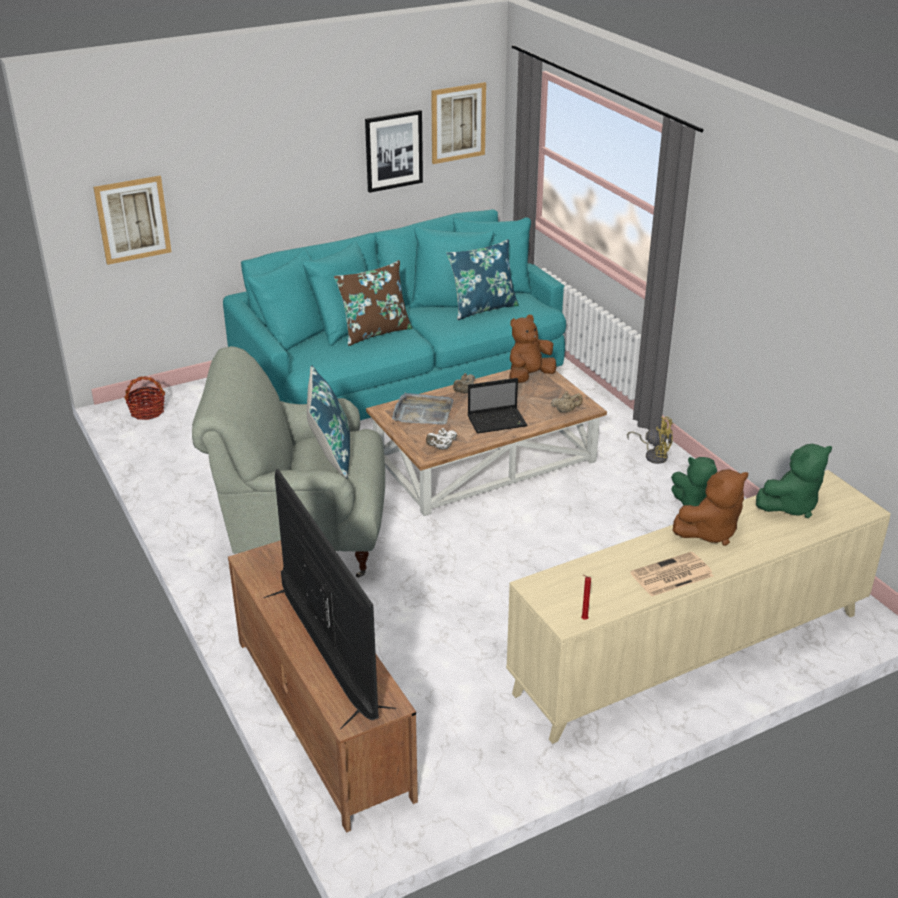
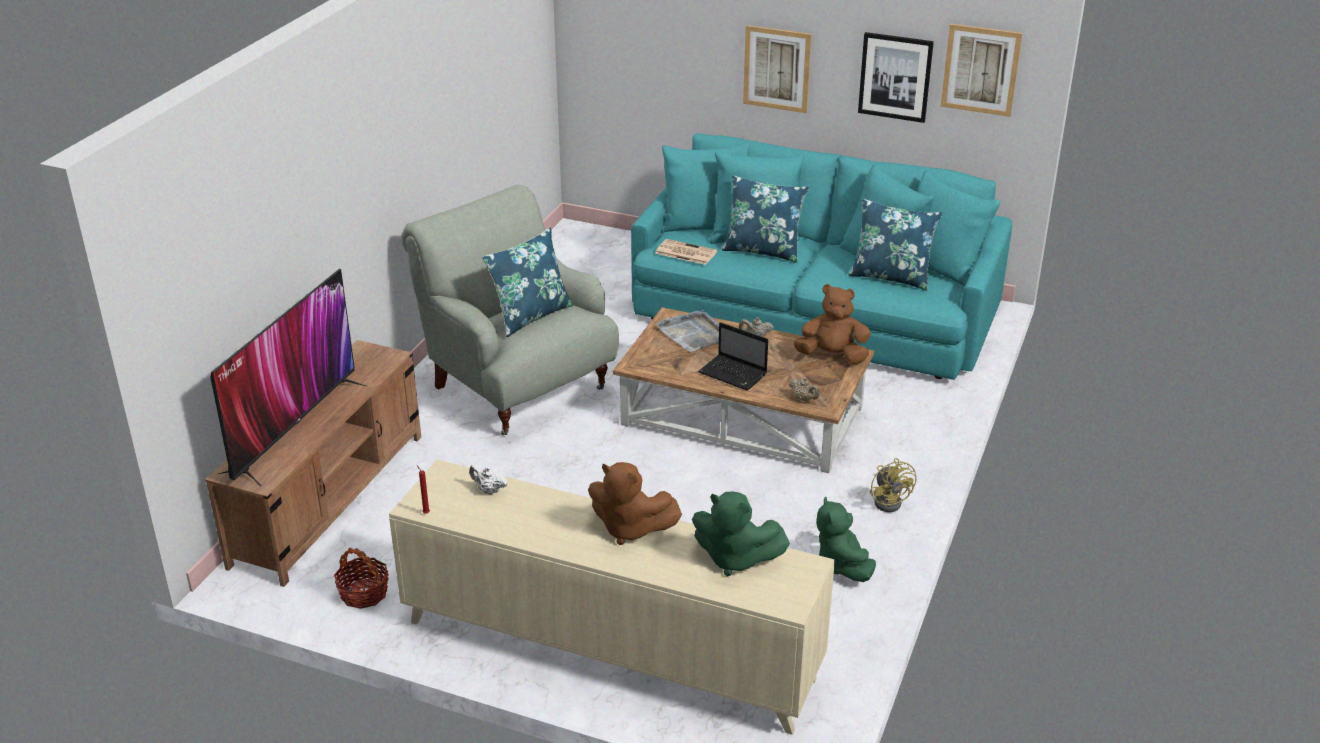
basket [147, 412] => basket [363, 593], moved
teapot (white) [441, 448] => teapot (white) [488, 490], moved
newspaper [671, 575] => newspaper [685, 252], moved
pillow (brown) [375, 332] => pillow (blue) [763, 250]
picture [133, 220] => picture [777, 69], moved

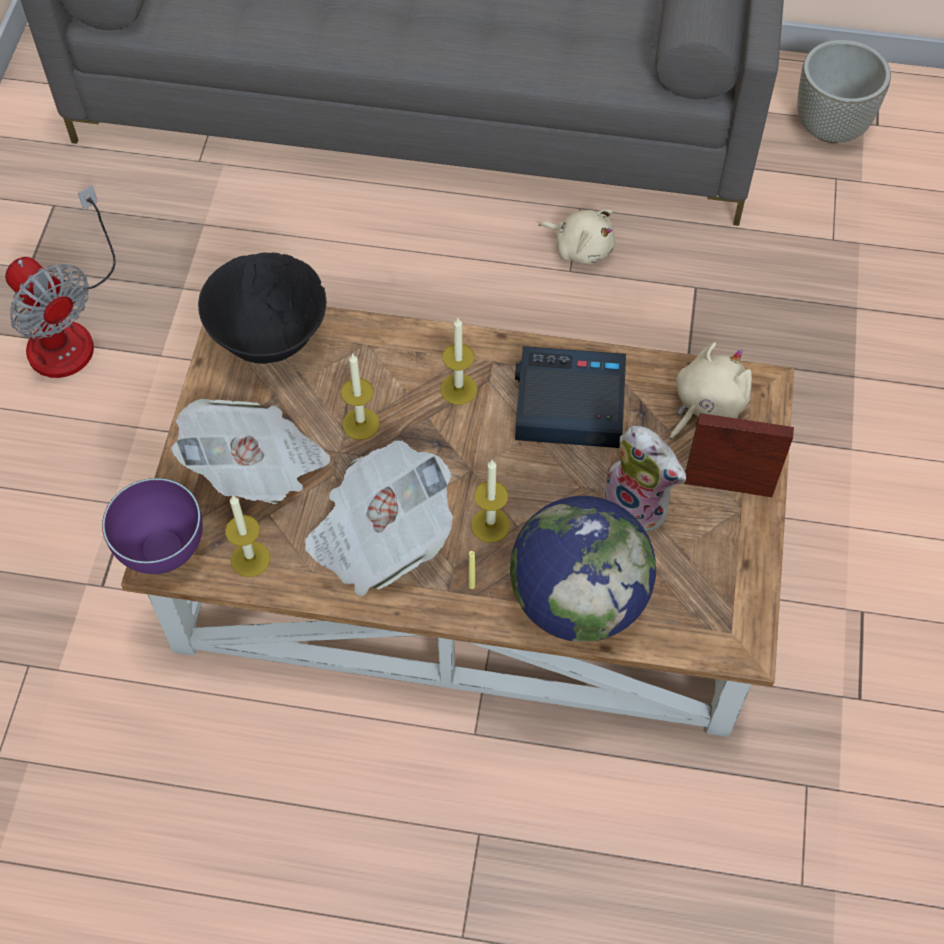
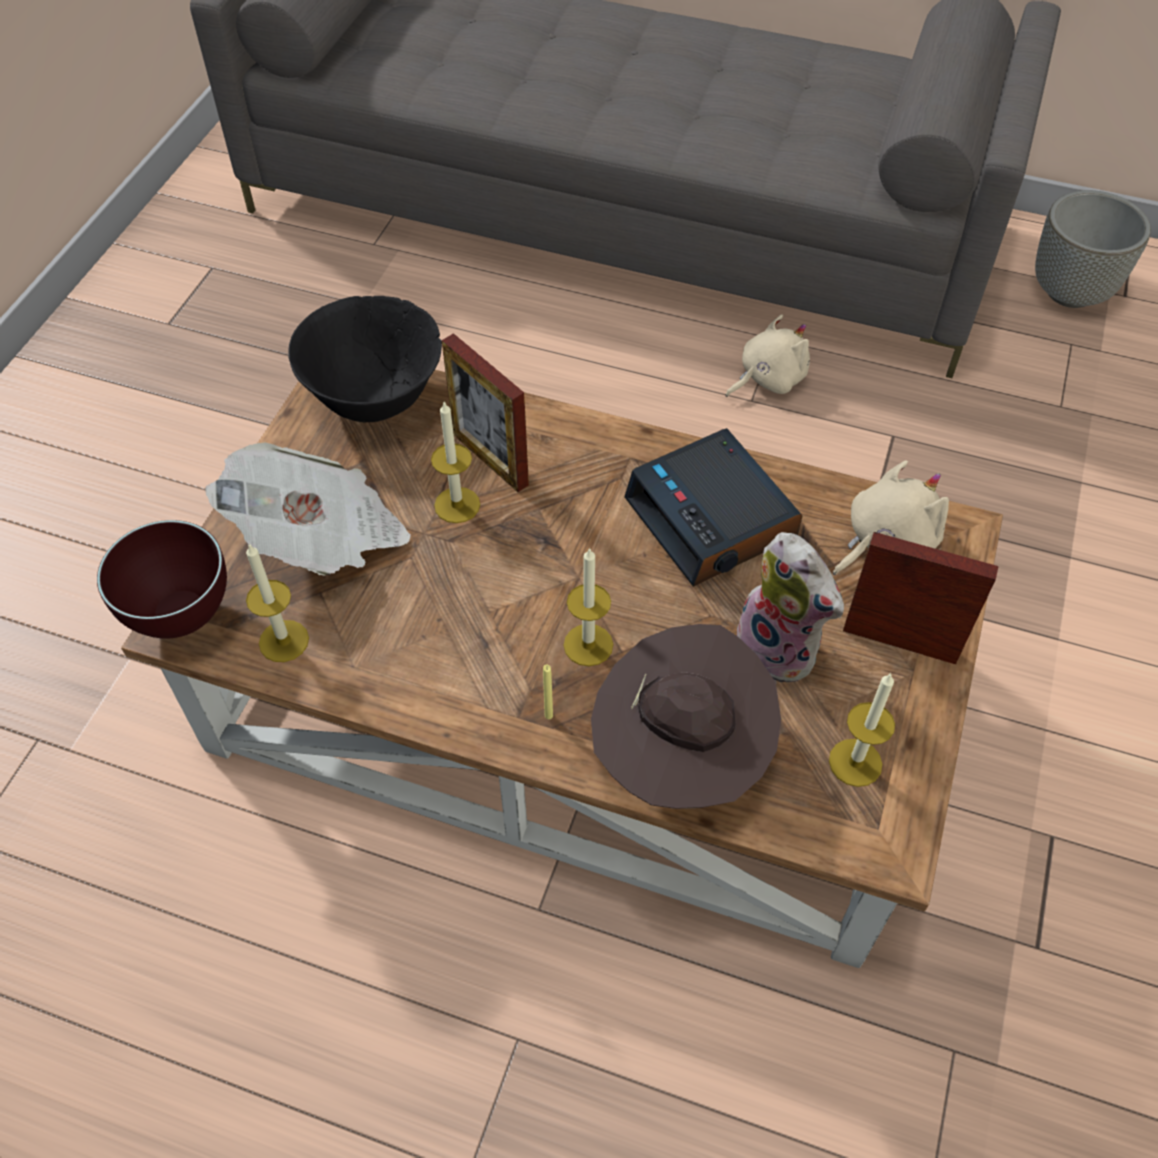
bowl (purple) [161, 553] => bowl (brown) [180, 617]
nothing => picture frame [490, 459]
globe [578, 600] => hat (brown) [681, 754]
alarm clock [568, 406] => alarm clock [712, 519], 135 degrees counterclockwise
plush toy (beige) [581, 247] => plush toy (beige) [768, 378], 75 degrees counterclockwise
candle [458, 389] => candle [855, 762], moved
fan [68, 329] => nothing
newspaper [380, 537] => nothing

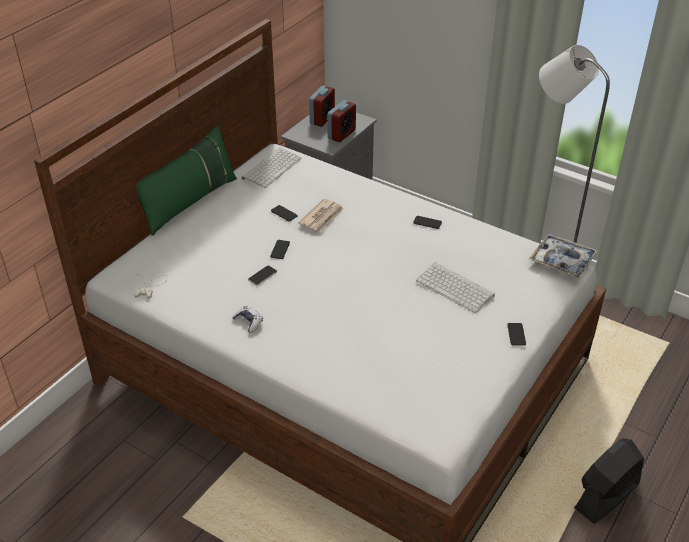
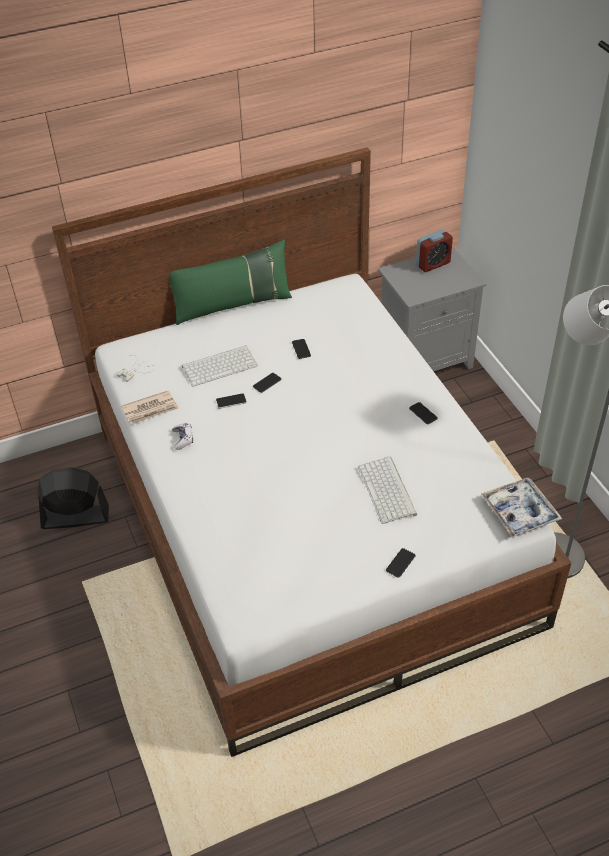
fan (black) [606, 496] => fan (black) [75, 517], moved
newspaper [322, 217] => newspaper [150, 409], moved
keyboard [271, 167] => keyboard [220, 365], moved
alarm clock [341, 134] => nothing

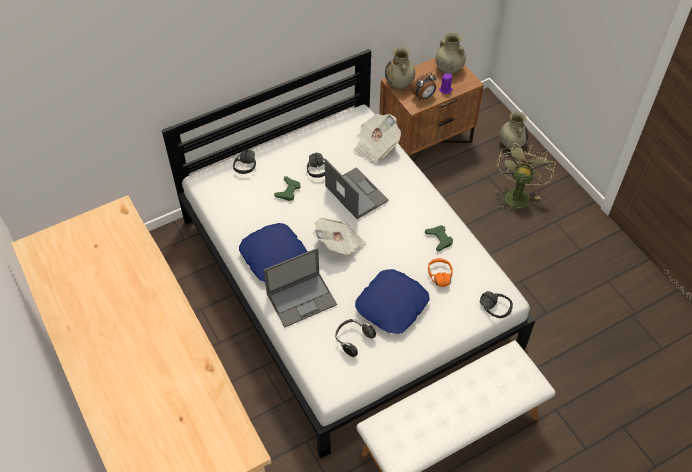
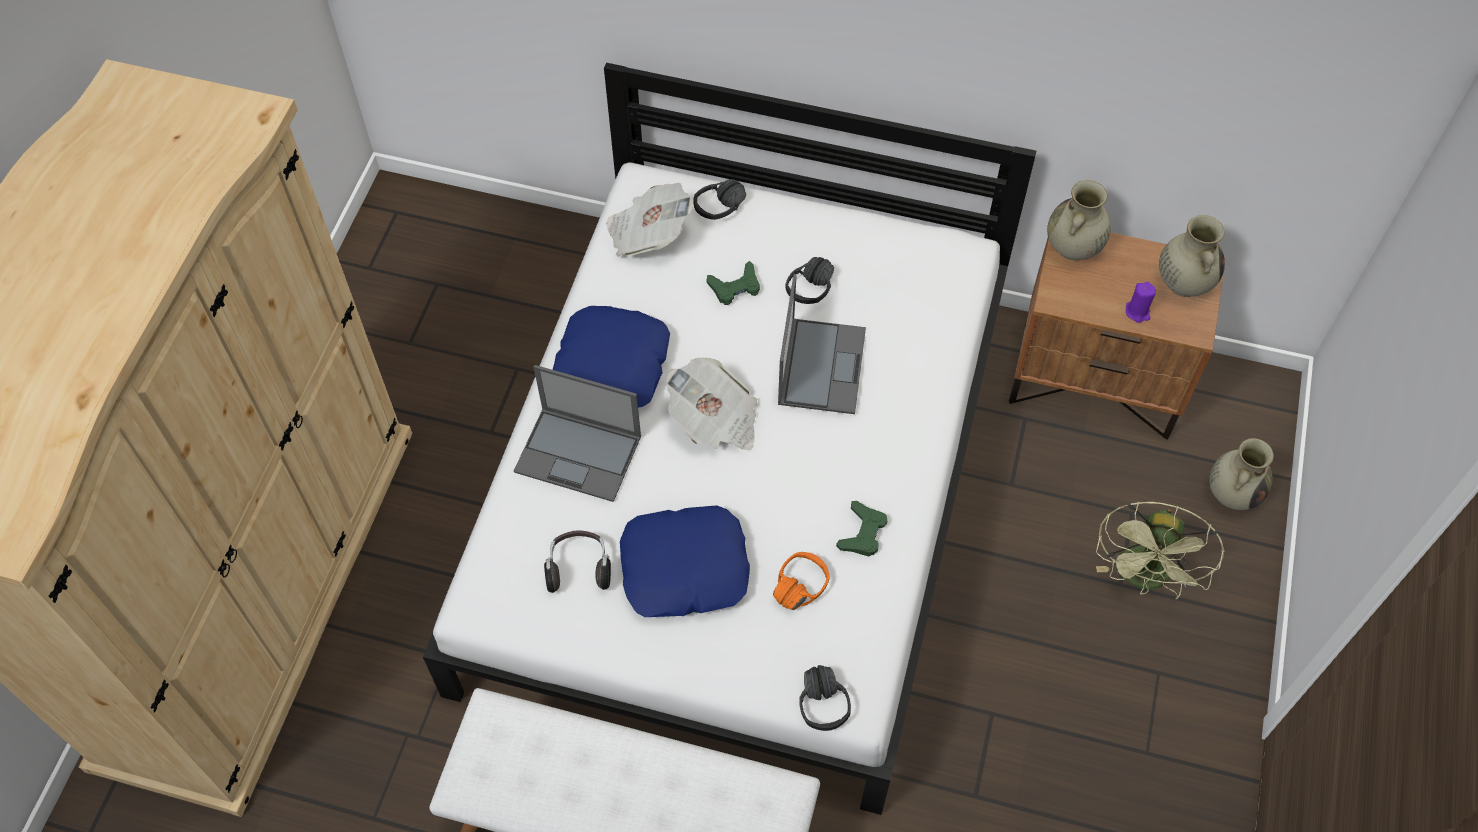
newspaper [375, 146] => newspaper [648, 234], moved
fan (green) [516, 194] => fan (green) [1144, 578], 135 degrees clockwise
alarm clock [424, 97] => nothing

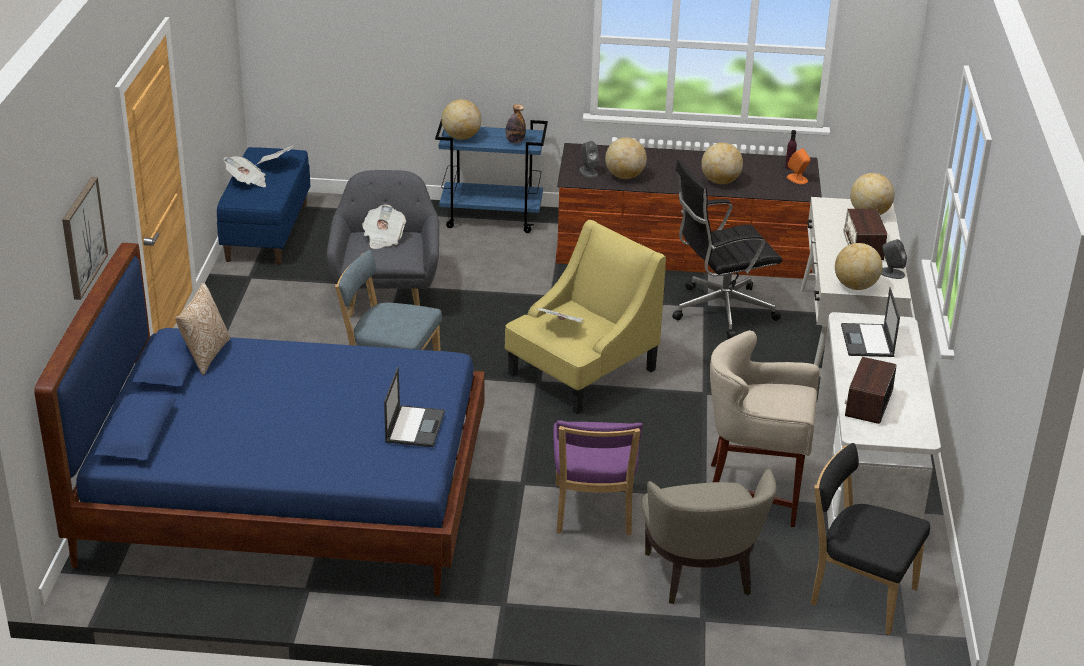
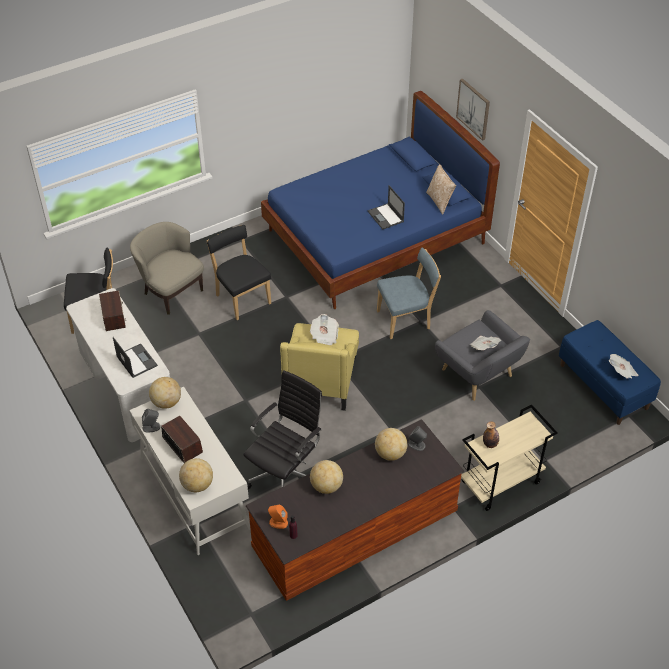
chair (purple) [593, 513] => chair (black) [241, 298]
laptop [415, 426] => laptop [386, 217], moved
cart (blue) [492, 218] => cart (beige) [500, 483]
newspaper [247, 182] => nothing
globe [461, 137] => nothing
stool (beige) [754, 493] => nothing

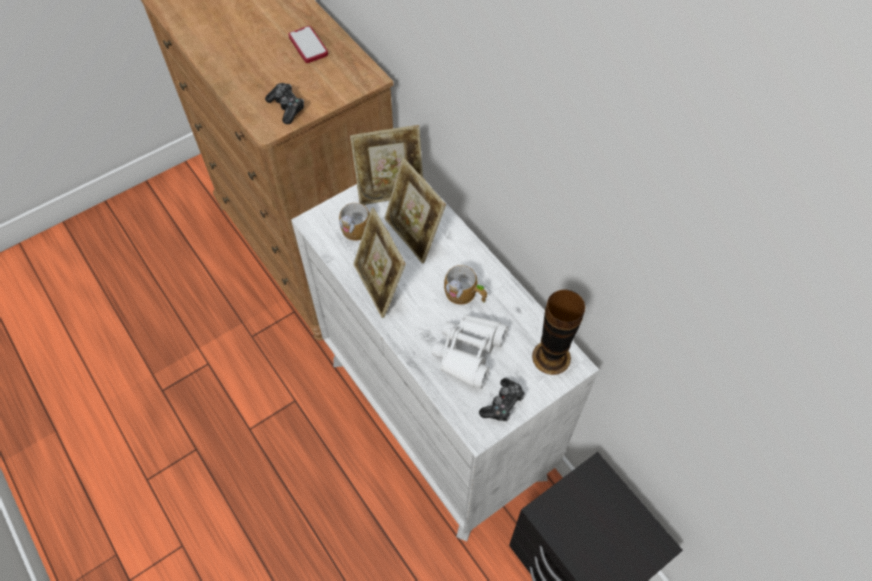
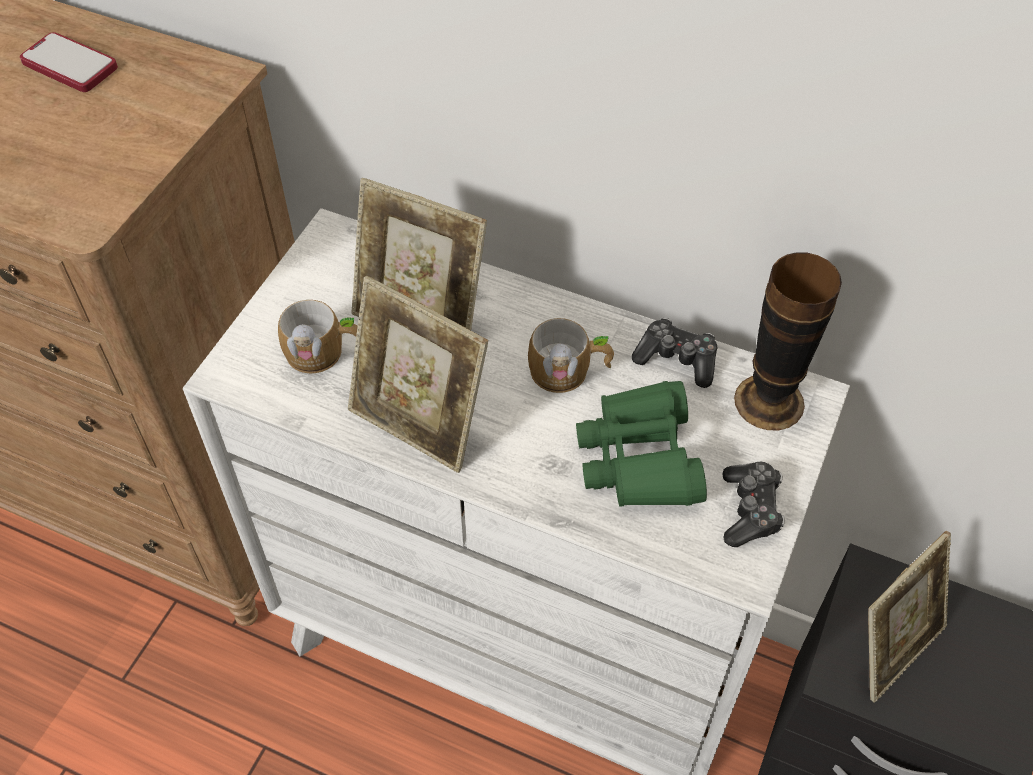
binoculars (white) [468, 353] => binoculars (green) [639, 458]
game controller [287, 107] => game controller [677, 359], moved
picture frame [390, 190] => picture frame [891, 647], moved

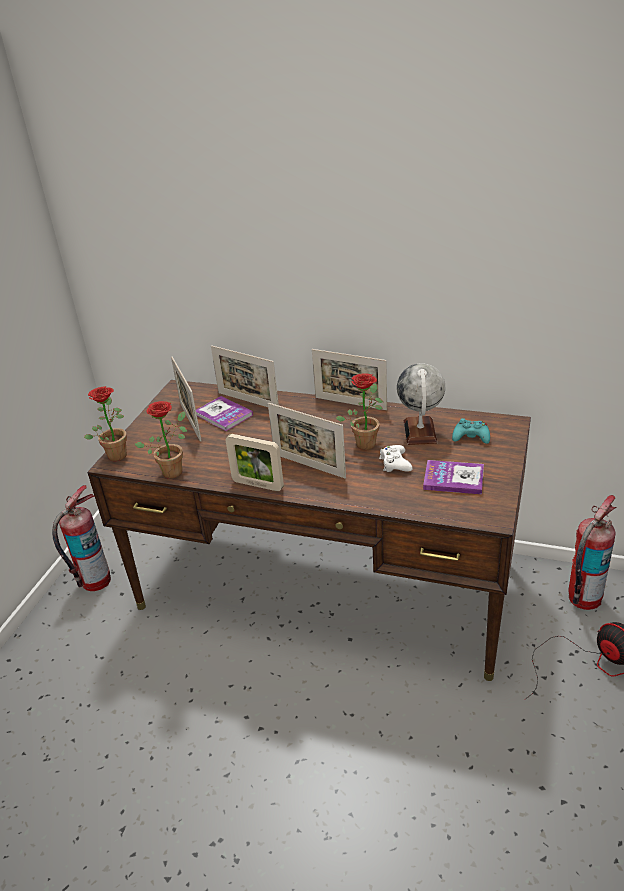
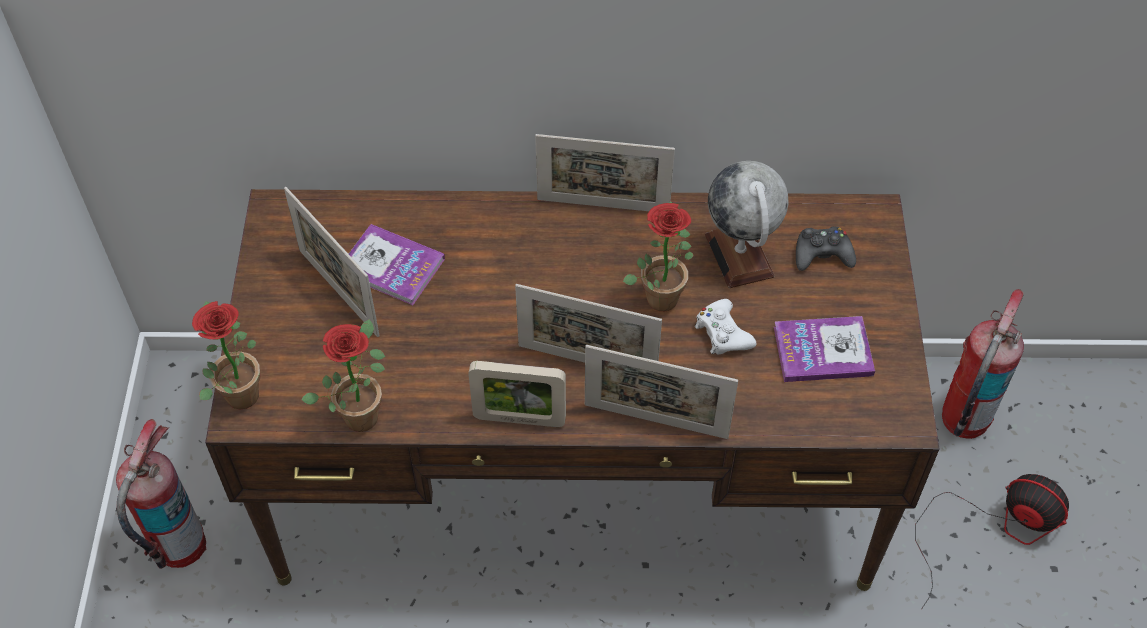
picture frame [248, 401] => picture frame [656, 421], moved
game controller (turquoise) [471, 437] => game controller (black) [822, 254]

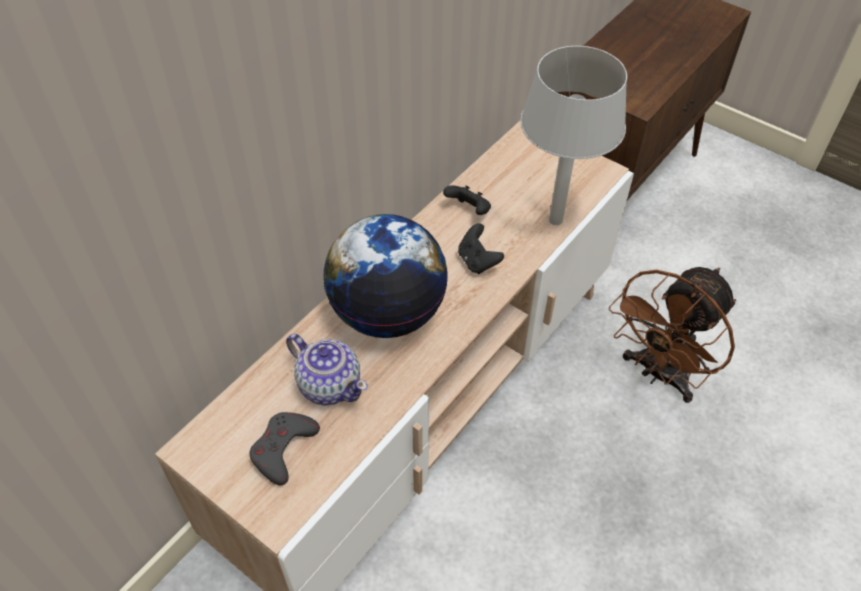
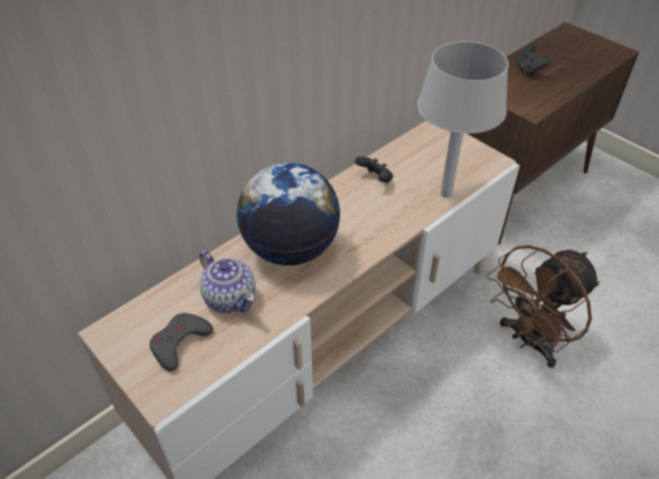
game controller (black) [477, 261] => game controller (black) [529, 70], moved

